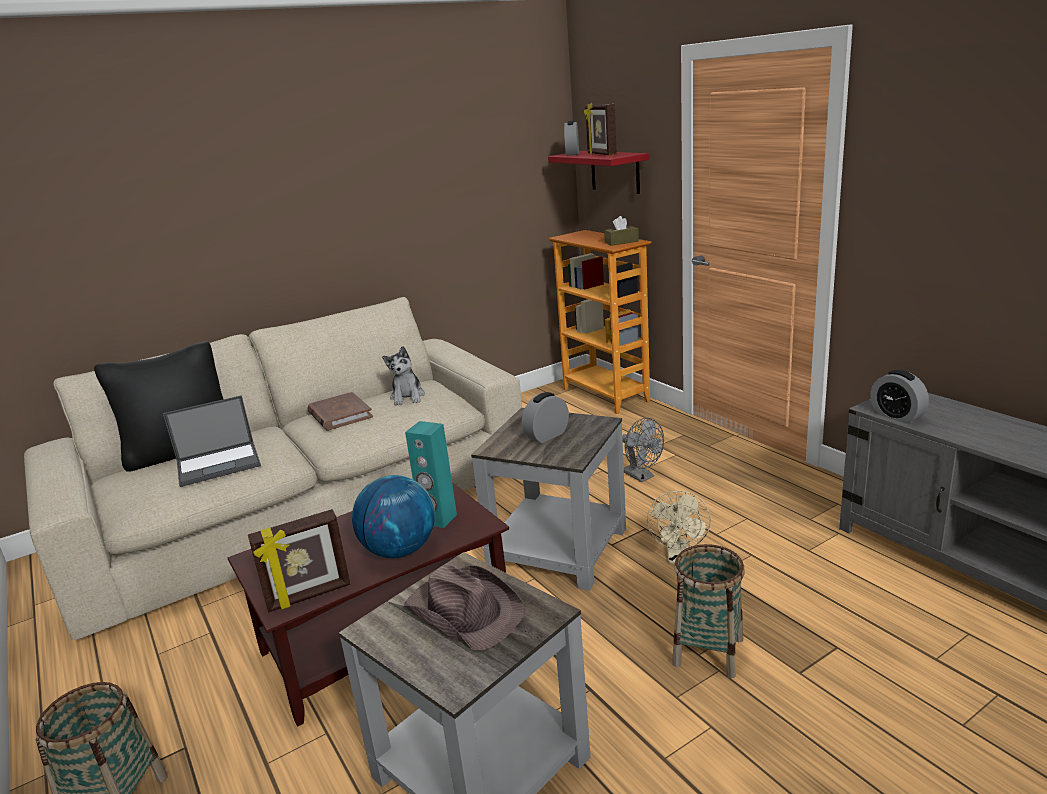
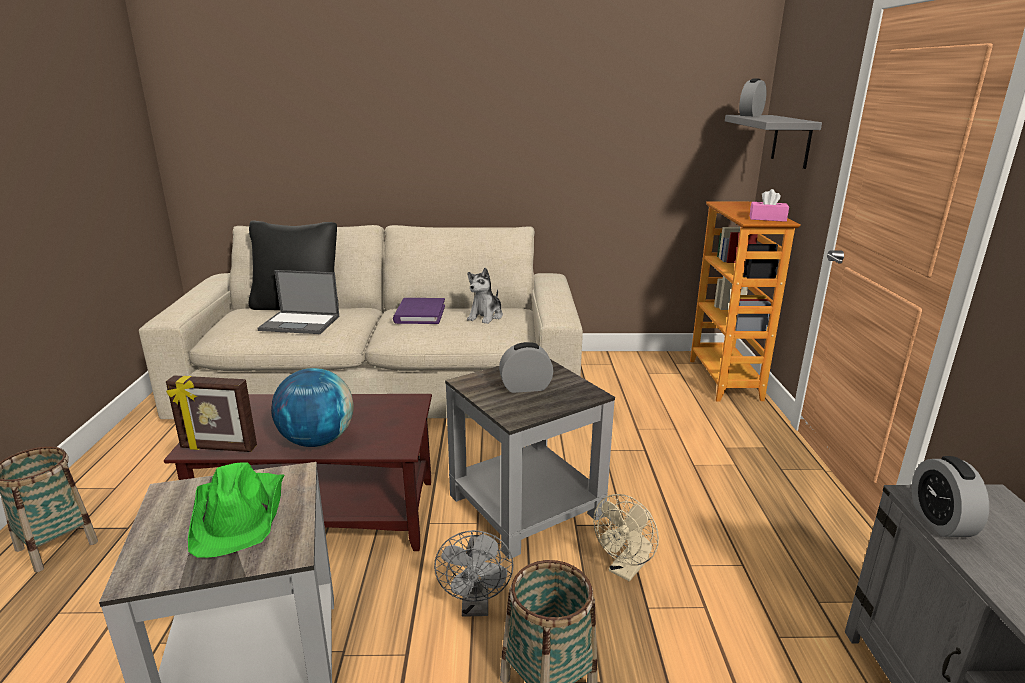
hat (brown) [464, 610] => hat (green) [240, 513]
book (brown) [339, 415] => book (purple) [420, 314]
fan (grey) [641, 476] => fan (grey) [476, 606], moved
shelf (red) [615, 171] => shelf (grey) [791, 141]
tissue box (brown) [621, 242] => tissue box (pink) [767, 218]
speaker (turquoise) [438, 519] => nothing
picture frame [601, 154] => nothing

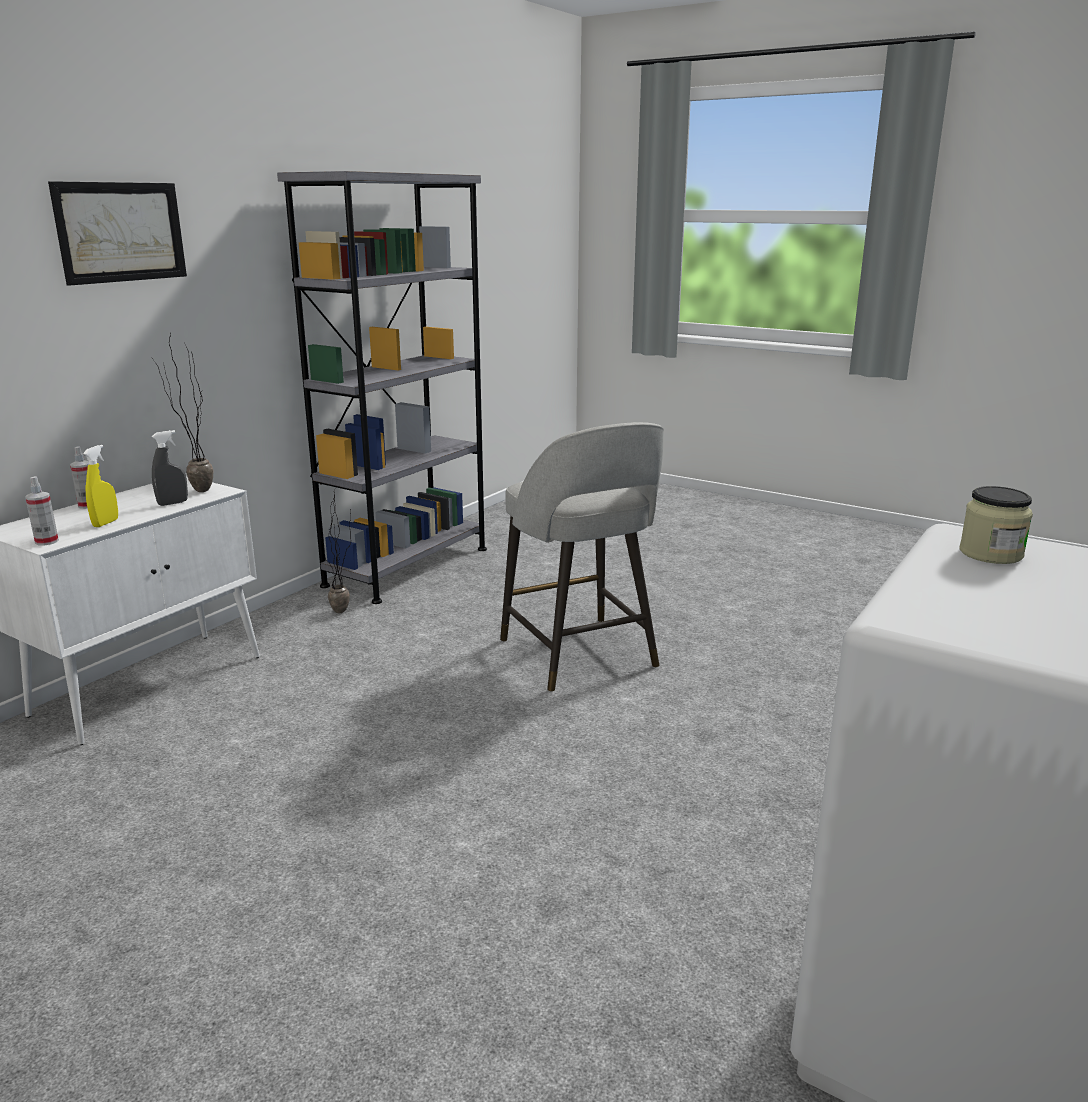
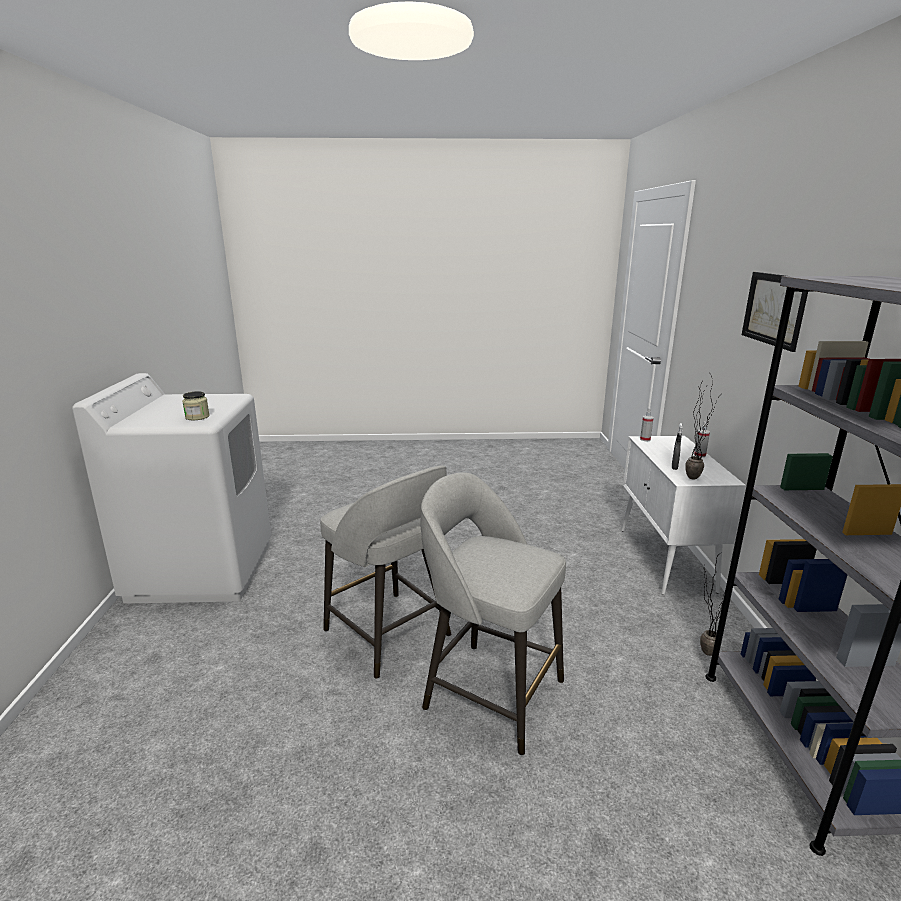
nothing => stool (grey) [389, 634]
spray bottle (yellow) [105, 523] => nothing

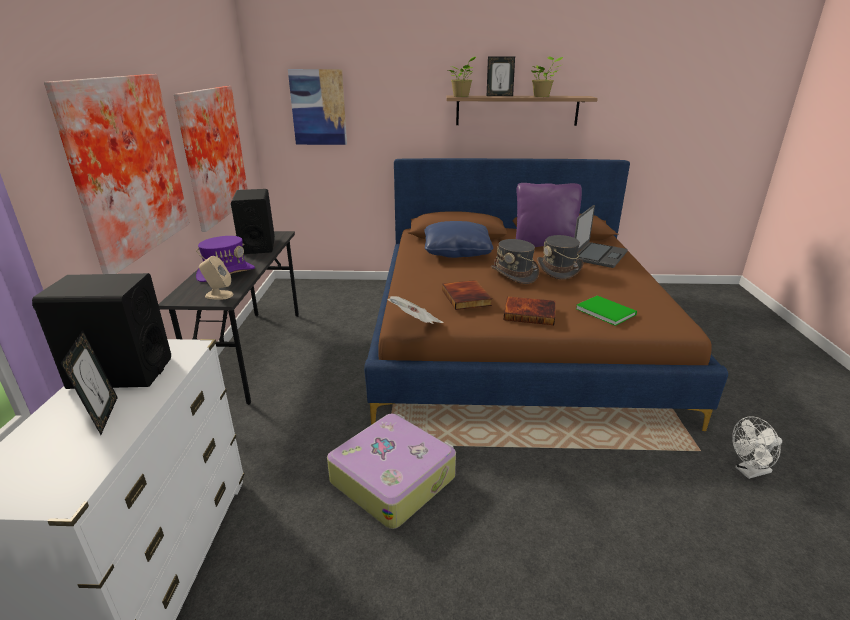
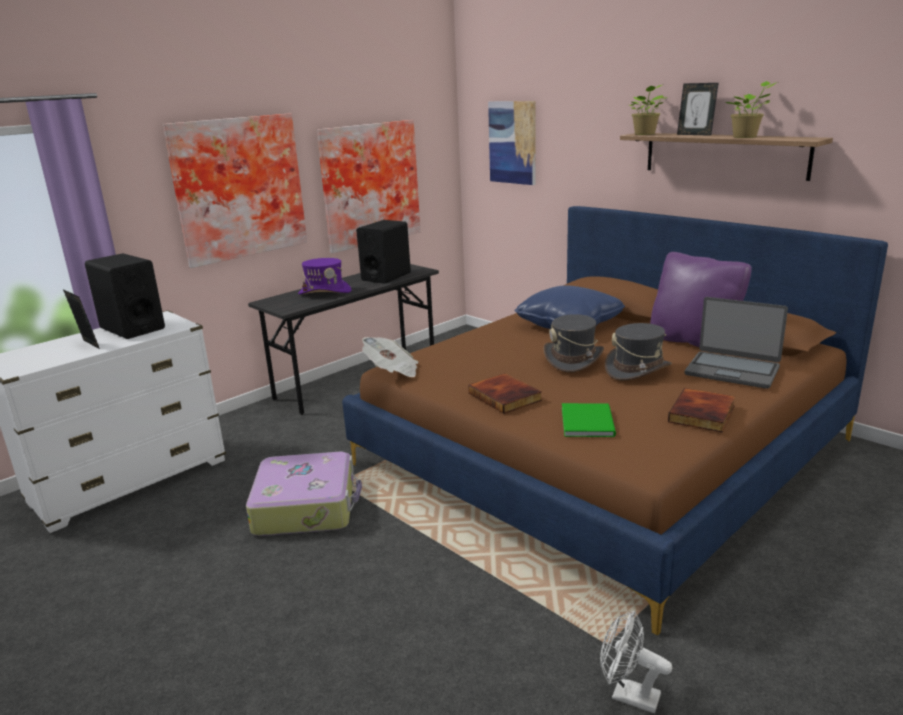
picture frame [103, 416] => picture frame [88, 345], 75 degrees counterclockwise
book [467, 297] => book [703, 414], moved
laptop [598, 255] => laptop [732, 370], 45 degrees clockwise
speaker (beige) [219, 295] => nothing

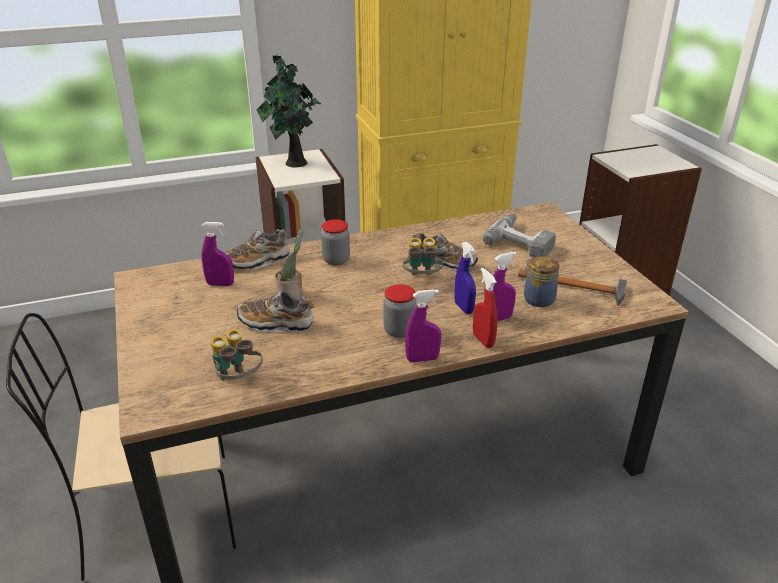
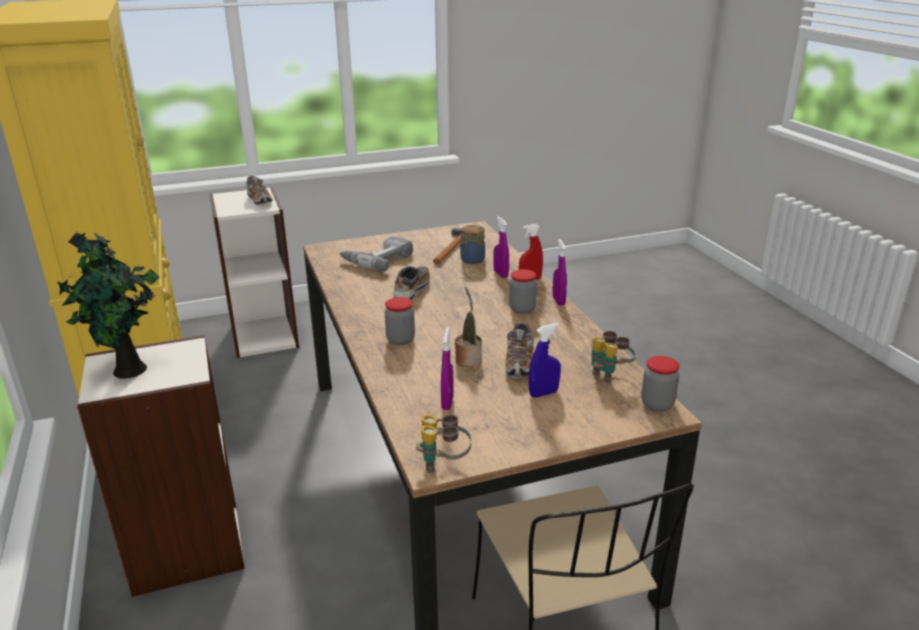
shoe [258, 261] => shoe [259, 200], moved
binoculars [421, 279] => binoculars [444, 464], moved
spray bottle (blue) [463, 308] => spray bottle (blue) [543, 393], moved
nothing => jar [657, 404]

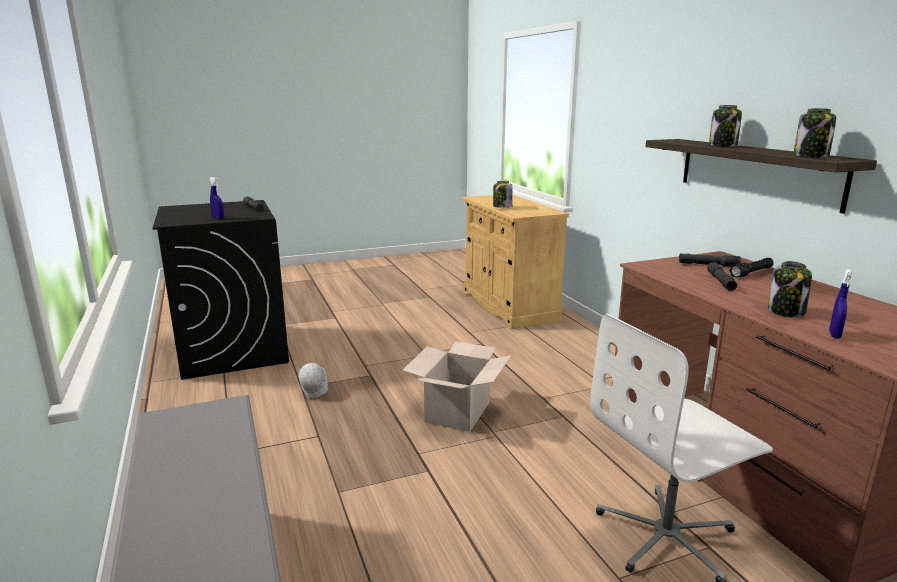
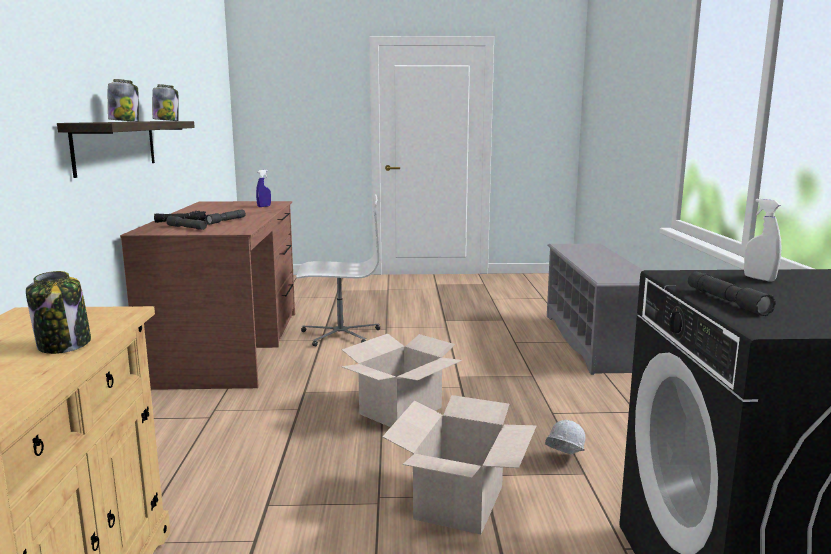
nothing => cardboard box [458, 502]
spray bottle (blue) [218, 218] => spray bottle (white) [759, 278]
jar [786, 311] => nothing

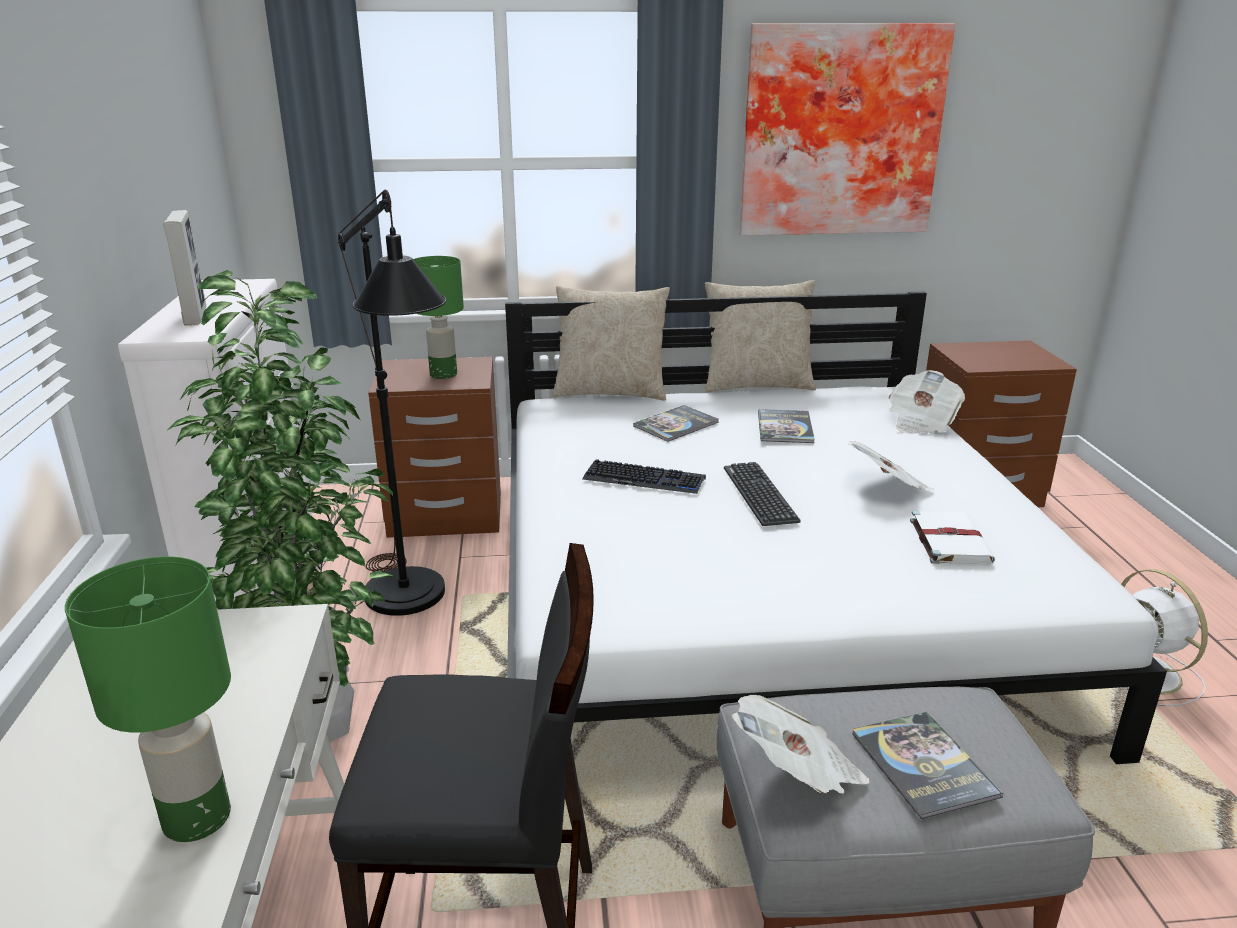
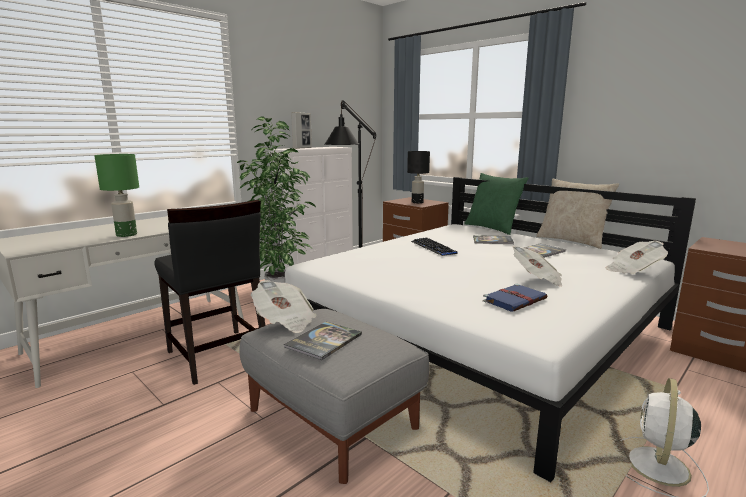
table lamp (green) [443, 374] => table lamp (black) [417, 202]
pillow (beige) [610, 392] => pillow (green) [492, 228]
book (white) [949, 540] => book (blue) [515, 300]
keyboard [759, 494] => nothing
picture [840, 131] => nothing

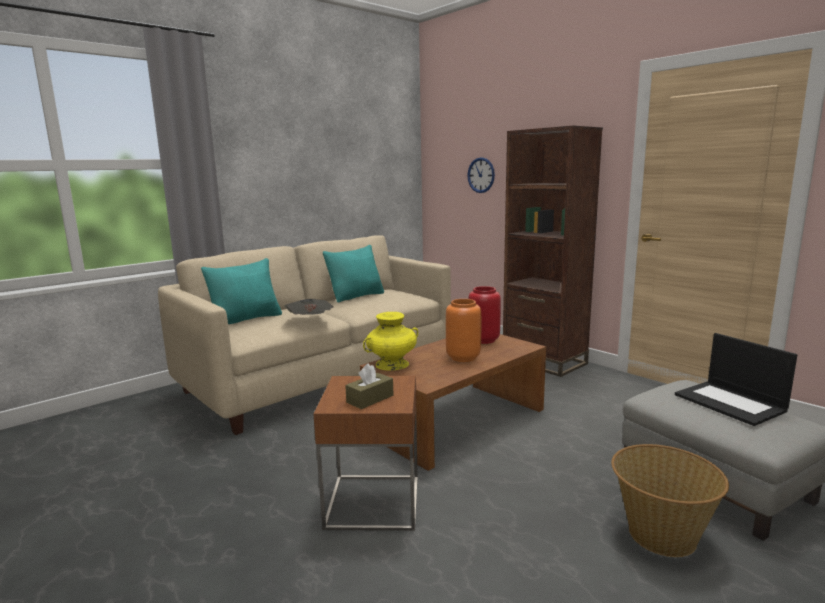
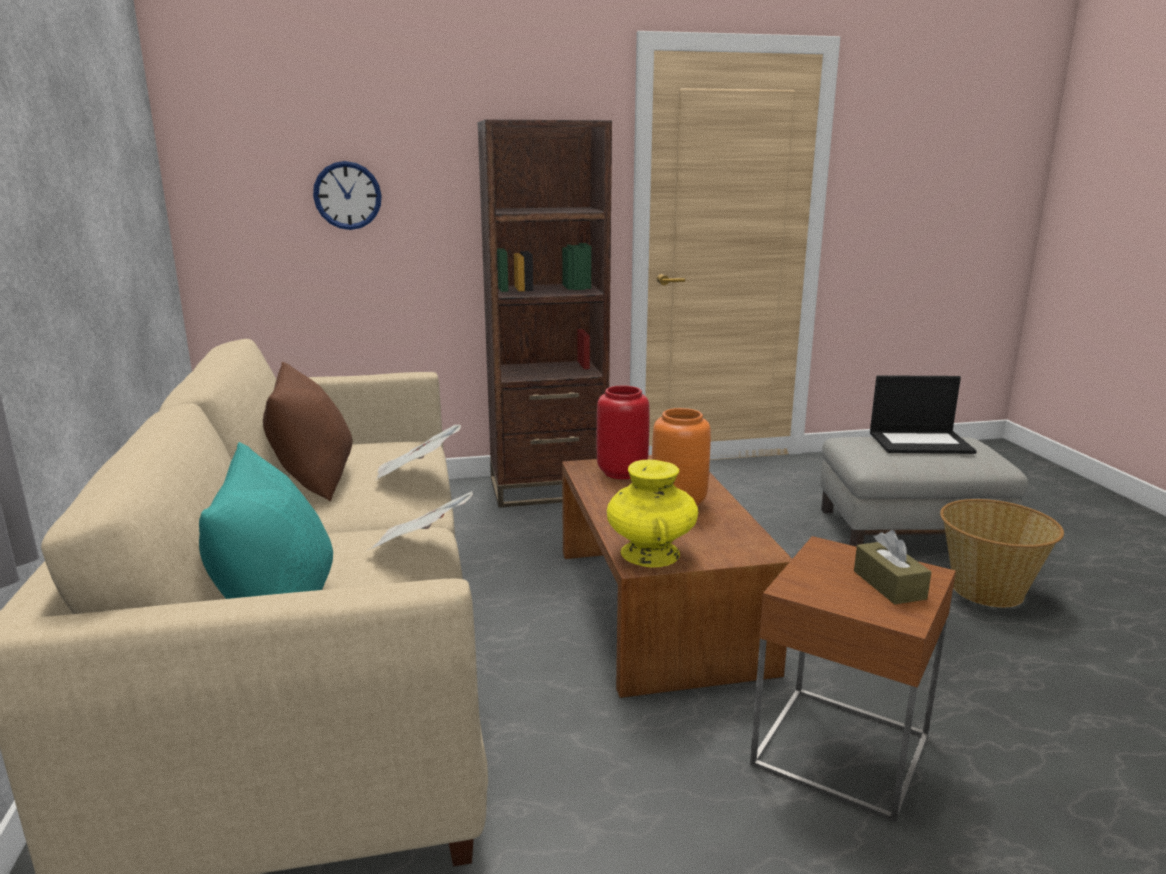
pillow (turquoise) [356, 296] => pillow (brown) [314, 480]
nothing => newspaper [417, 475]

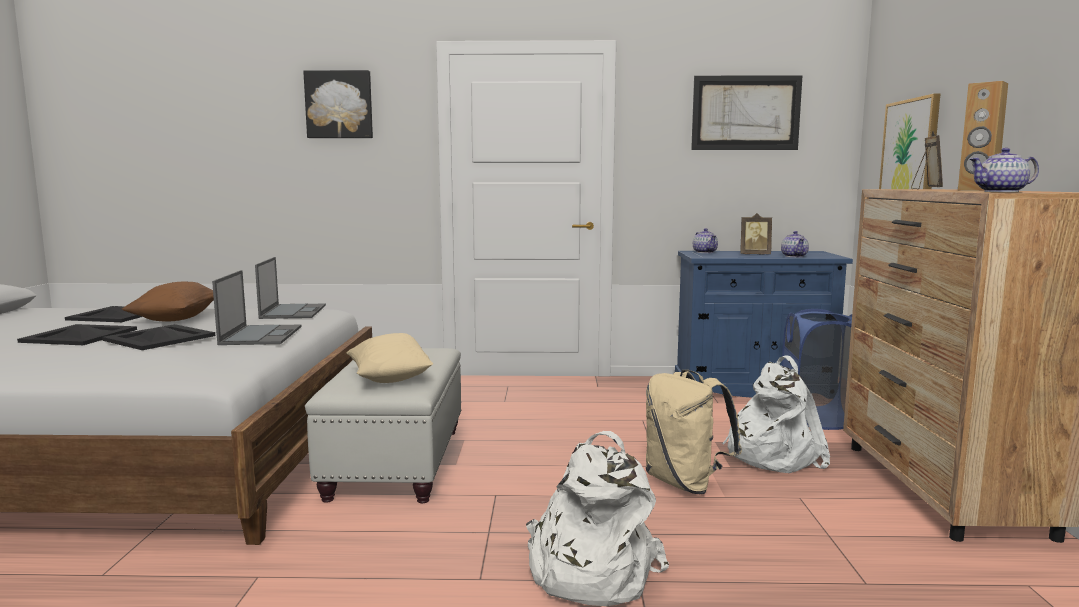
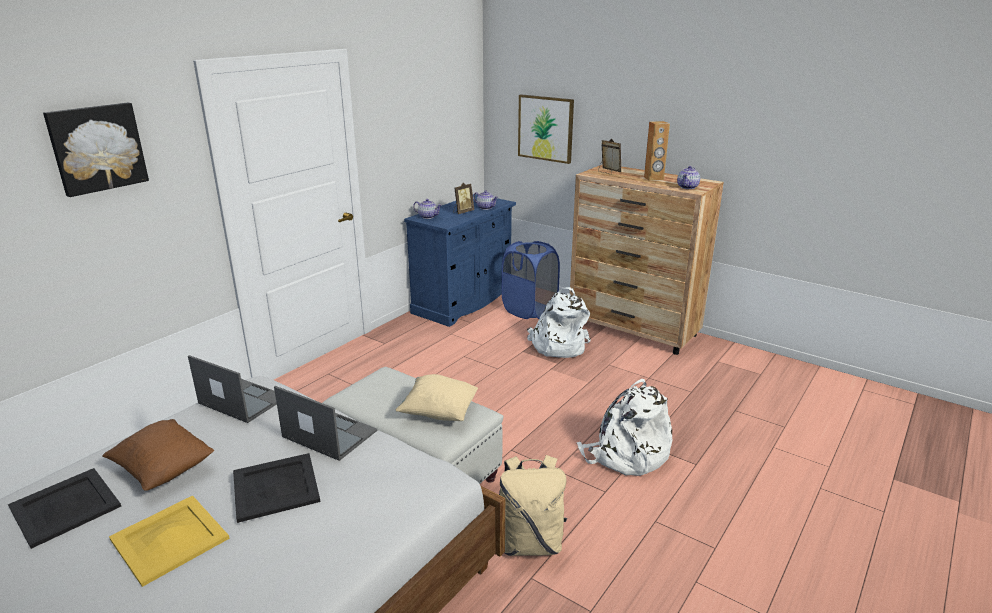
tray (black) [79, 335] => tray (yellow) [168, 539]
backpack (beige) [685, 483] => backpack (beige) [530, 543], moved
picture [746, 113] => nothing

